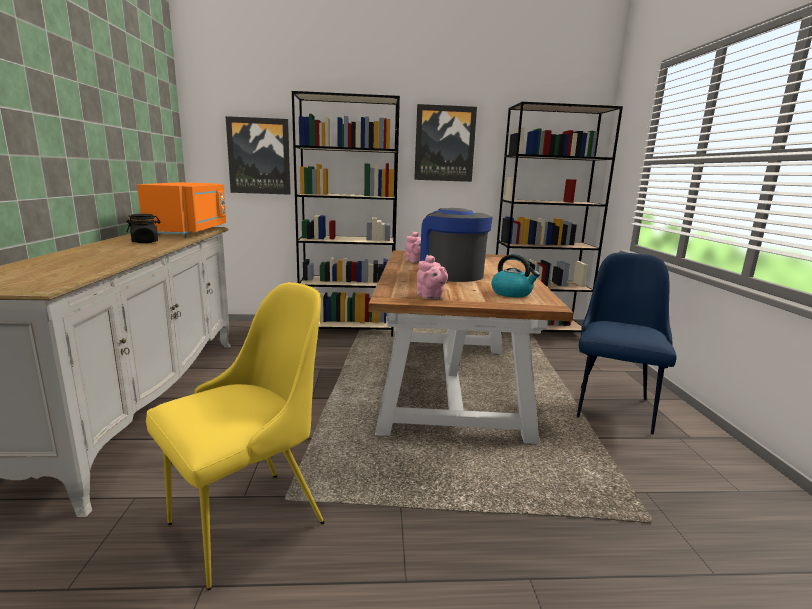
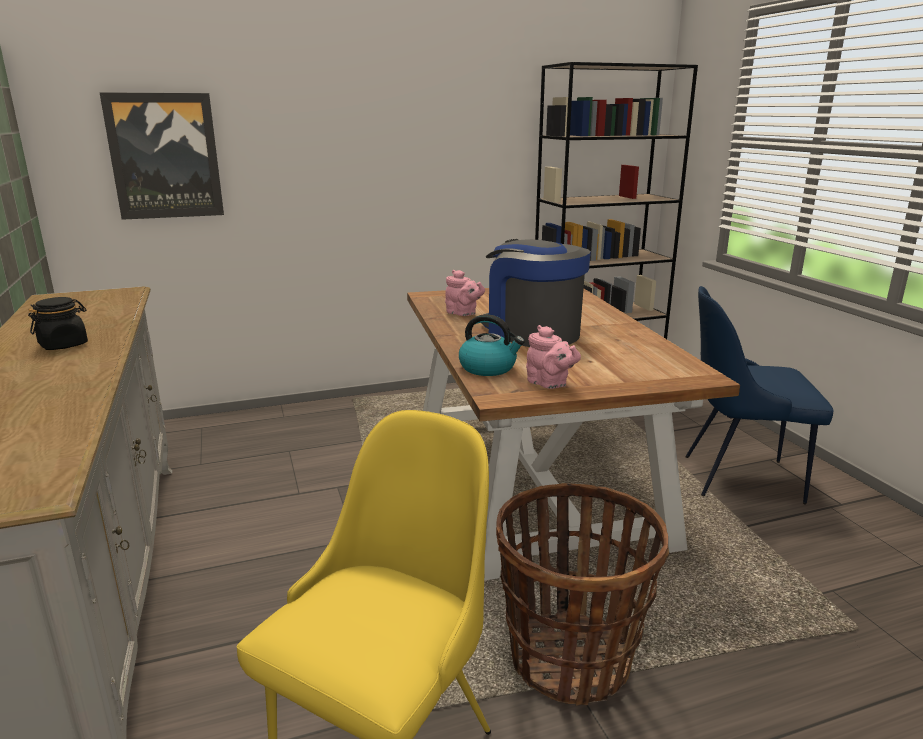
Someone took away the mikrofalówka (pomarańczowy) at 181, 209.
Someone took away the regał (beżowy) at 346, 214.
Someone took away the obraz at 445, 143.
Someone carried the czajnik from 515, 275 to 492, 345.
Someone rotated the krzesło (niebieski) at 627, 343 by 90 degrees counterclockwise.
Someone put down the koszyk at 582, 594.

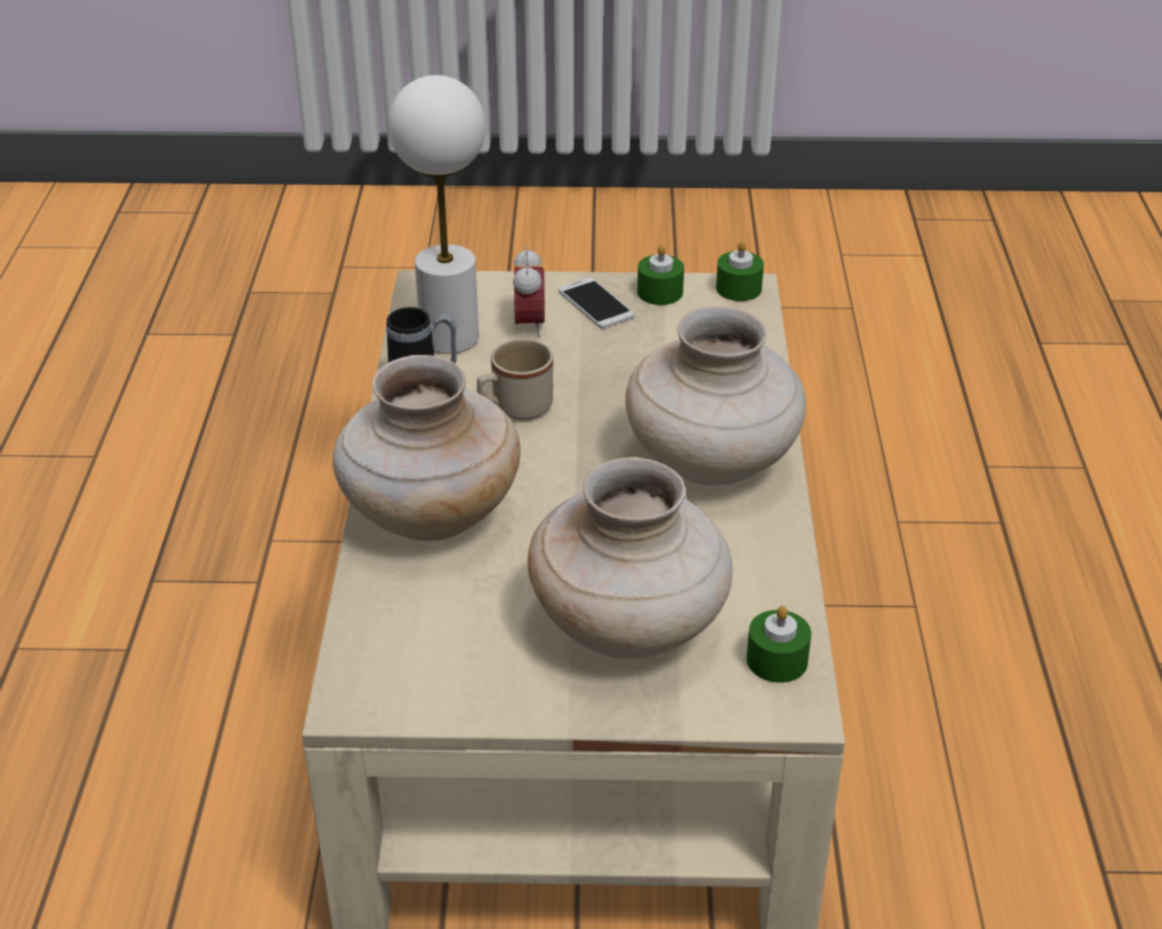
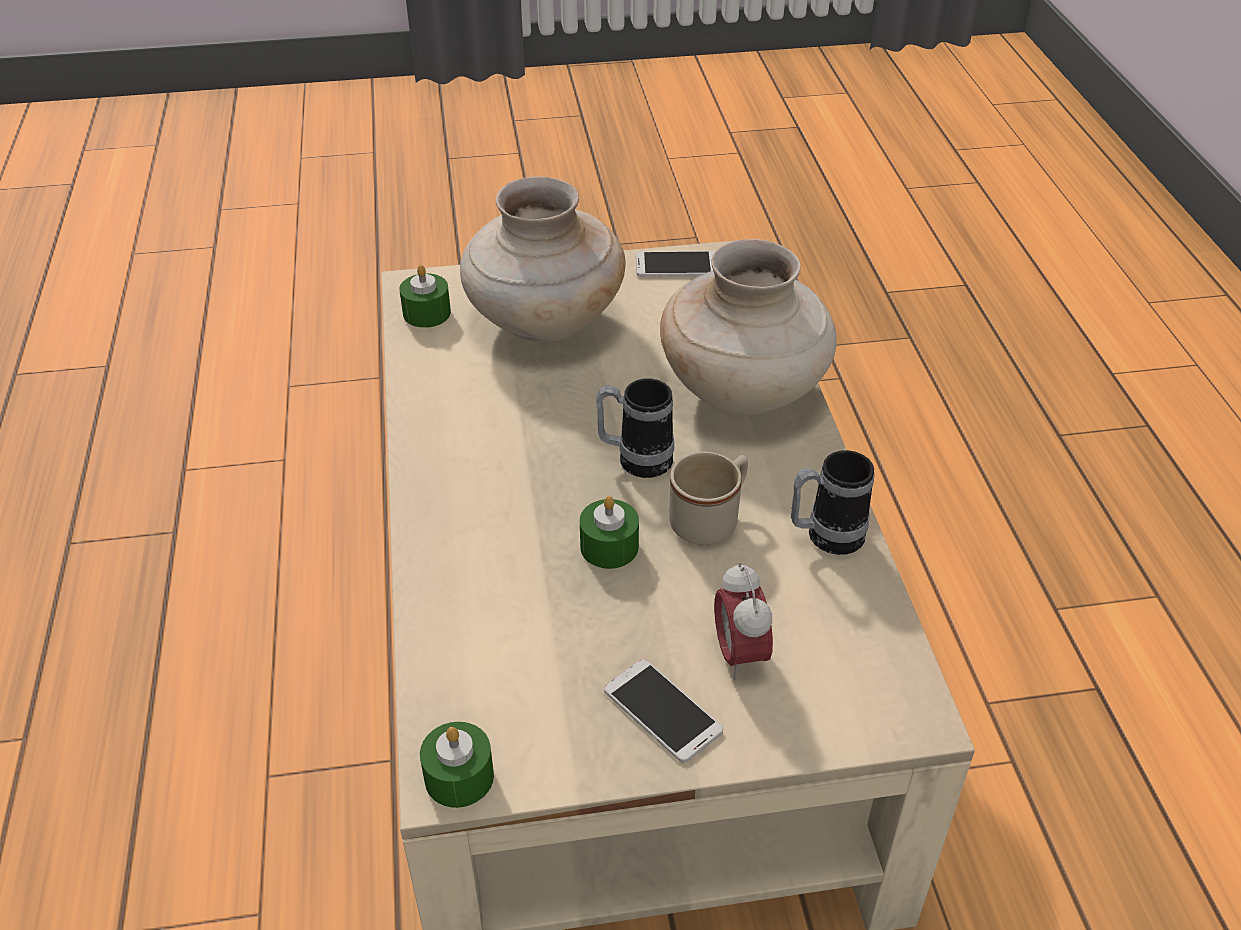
Someone took away the lampa stołowa (biały) at 437, 214.
Someone took away the wazon (beżowy) at 716, 395.
Someone carried the świeca (zielony) from 660, 274 to 609, 532.
Someone put down the kubek at 635, 428.
Someone put down the telefon at 675, 264.

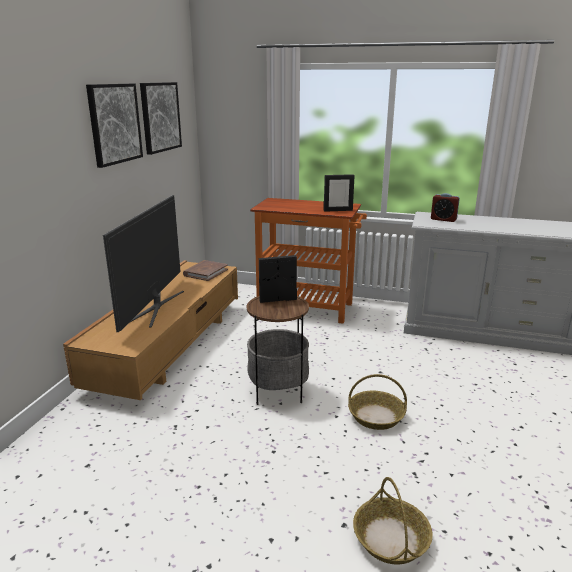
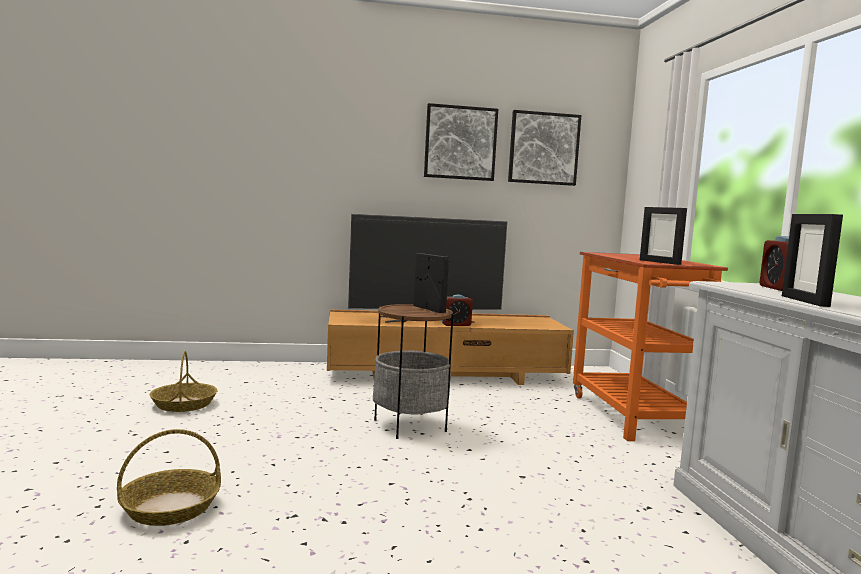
Someone took away the książka (brązowy) at 205, 270.
Someone carried the koszyk from 377, 402 to 183, 381.
Someone put down the budzik at 457, 310.
Someone put down the ramka na zdjęcie at 812, 260.

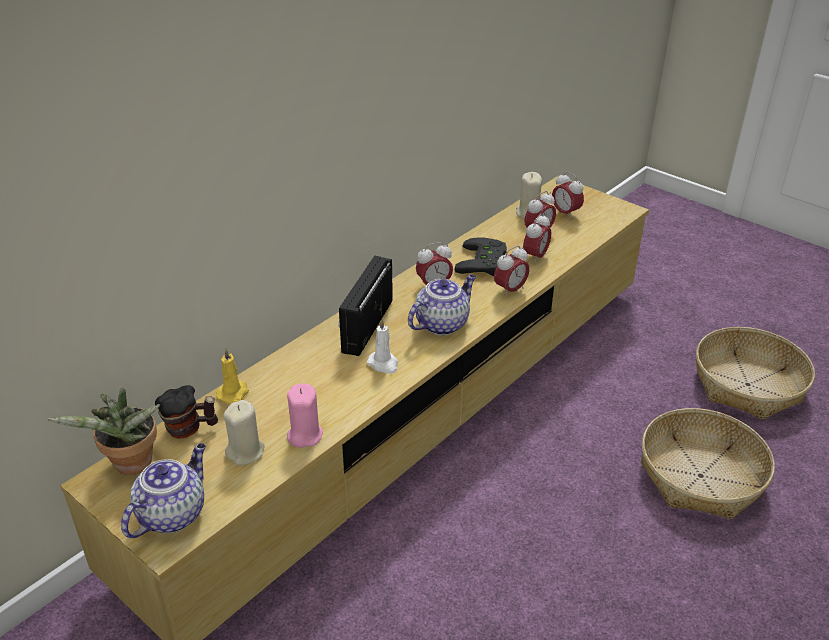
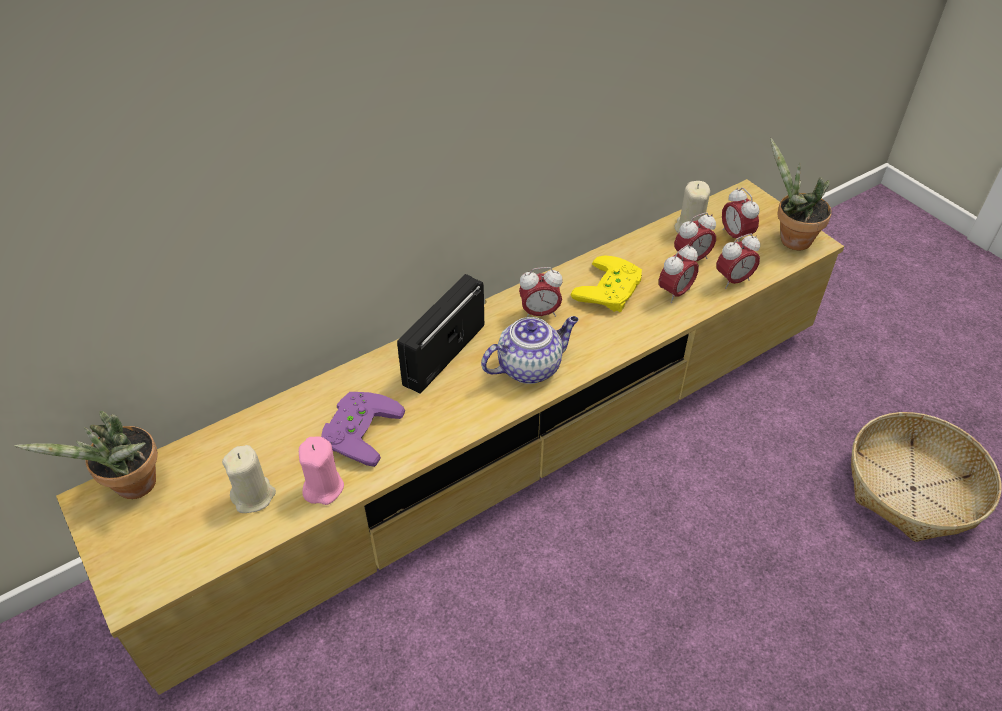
Someone took away the imbryk at 163, 490.
Someone took away the kubek at 186, 412.
Someone took away the świeca (żółty) at 232, 376.
Someone took away the świeca (biały) at 382, 346.
Someone repainted the pad do gier (czarny) at 480, 256, which became the pad do gier (żółty) at 606, 283.
Someone carried the budzik from 512, 271 to 738, 261.
Someone took away the koszyk at 708, 464.
Someone put down the pad do gier (fioletowy) at 363, 429.
Someone put down the roślina doniczkowa at 801, 194.

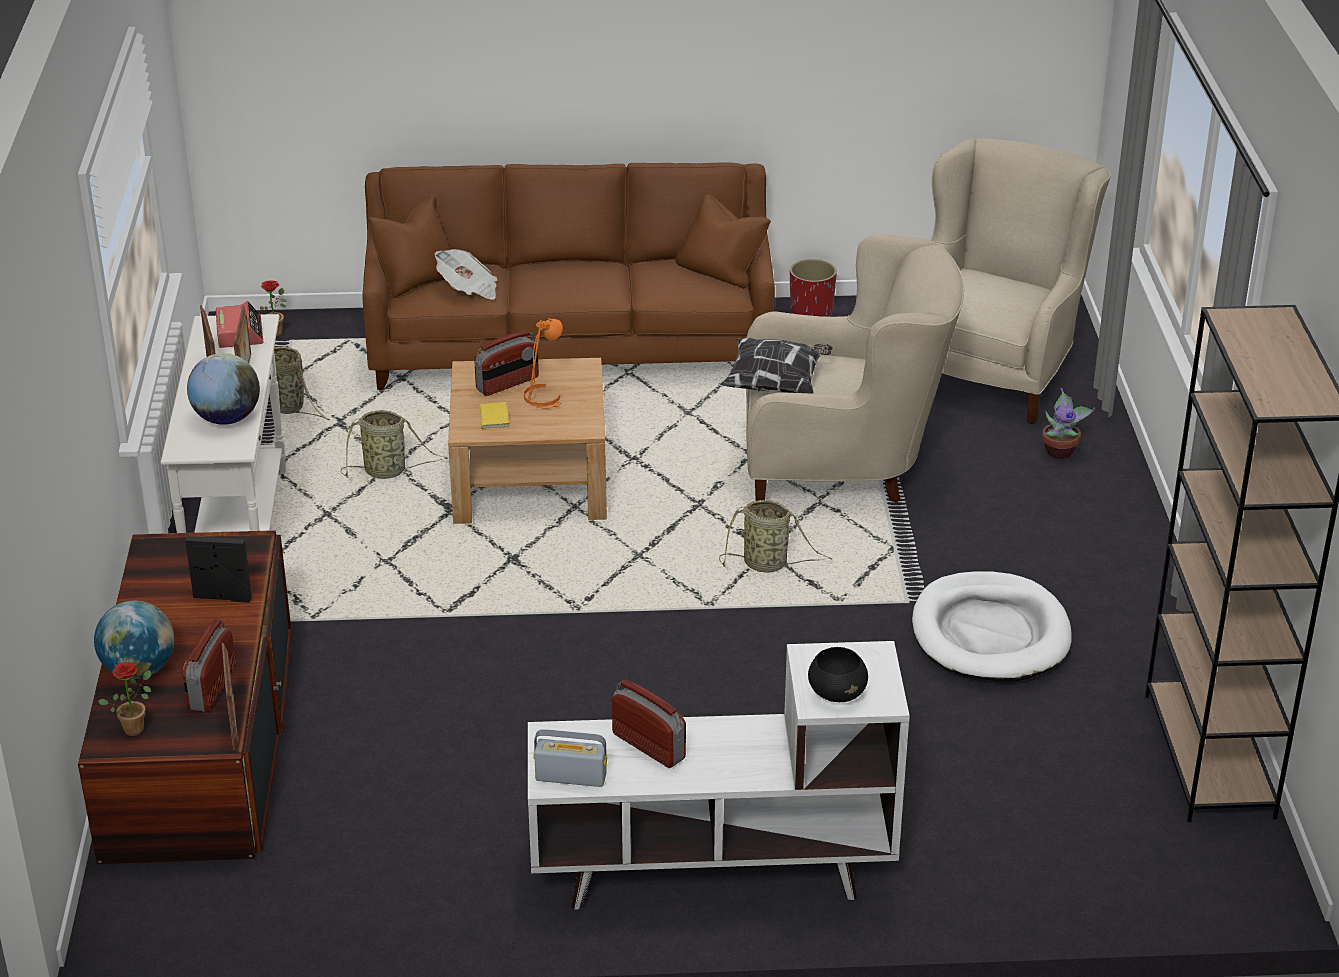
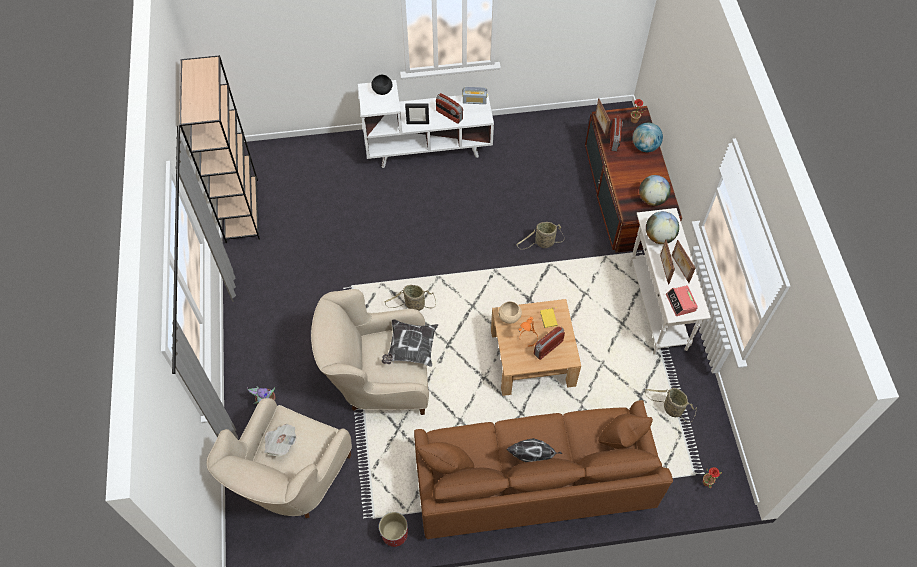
Someone carried the ramka na zdjęcie from 218, 569 to 417, 114.
Someone carried the koszyk from 394, 444 to 540, 235.
Someone carried the gazeta from 466, 274 to 280, 440.
Someone took away the legowisko (biały) at 992, 626.
Someone put down the miska (beżowy) at 510, 312.
Someone put down the poduszka at 534, 450.
Someone put down the globus at 655, 190.

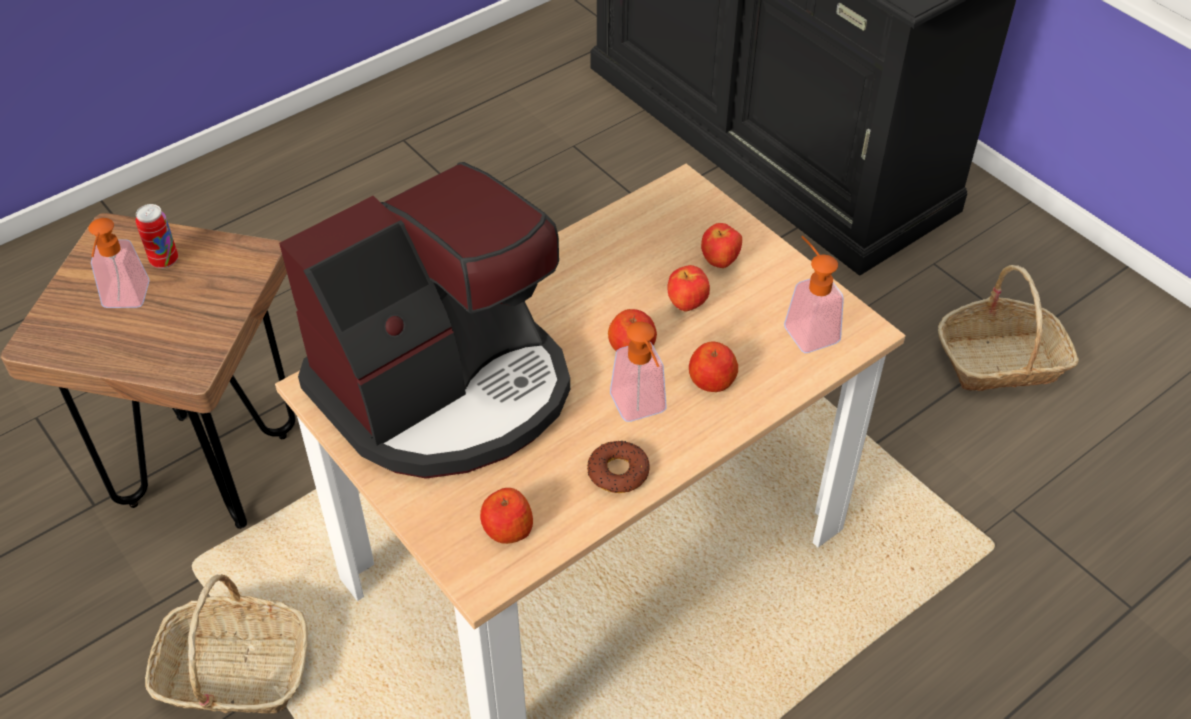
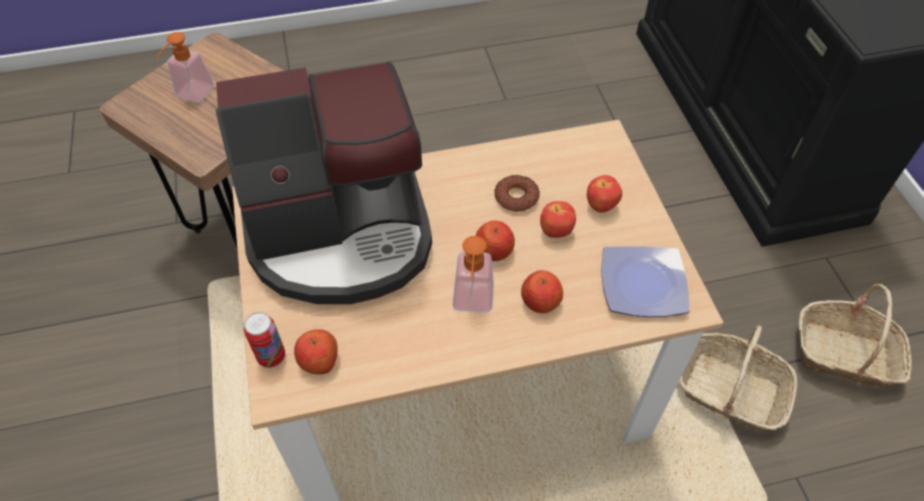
Someone carried the puszka from 157, 236 to 264, 340.
Someone carried the koszyk from 226, 643 to 738, 378.
Someone carried the donut from 618, 467 to 517, 193.
Someone swapped the dozownik mydła at 814, 294 for the talerz at 645, 281.

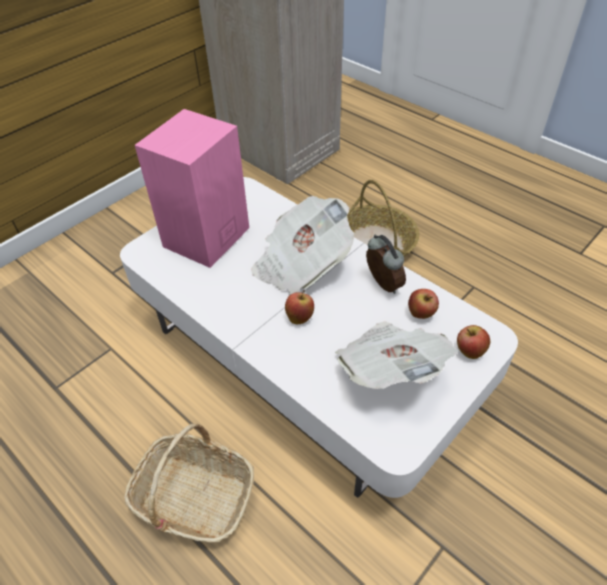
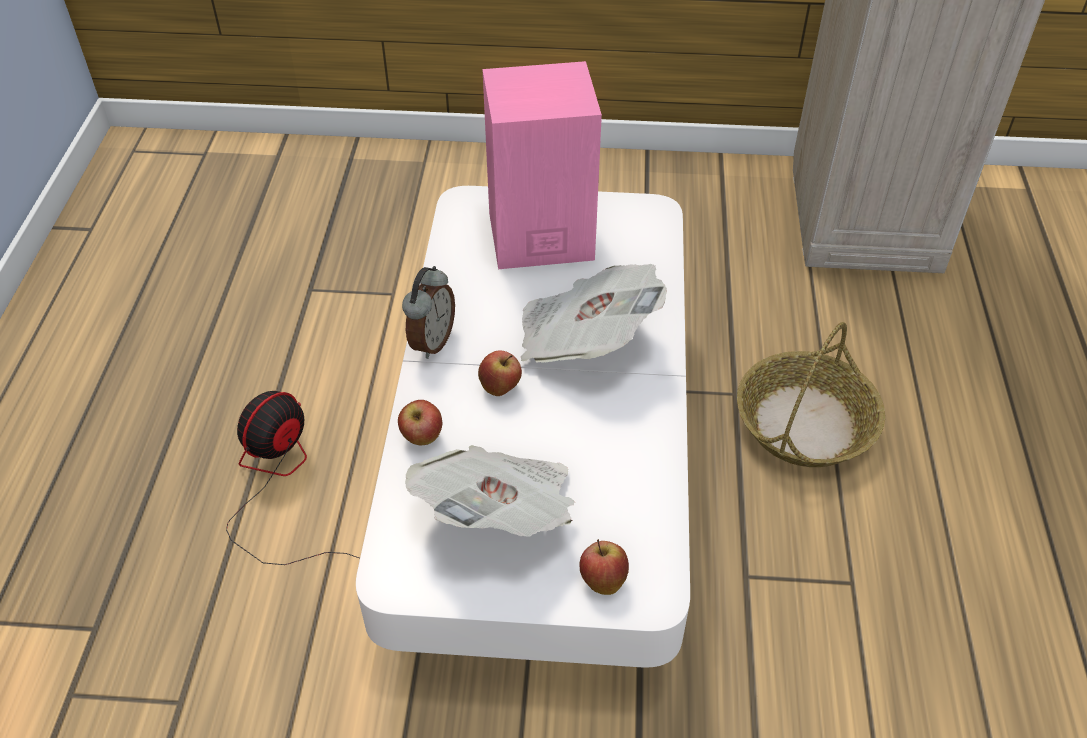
Someone swapped the koszyk at 189, 483 for the wentylator at 293, 478.
Someone carried the budzik from 386, 264 to 428, 312.
Someone carried the jabłko from 423, 304 to 420, 422.

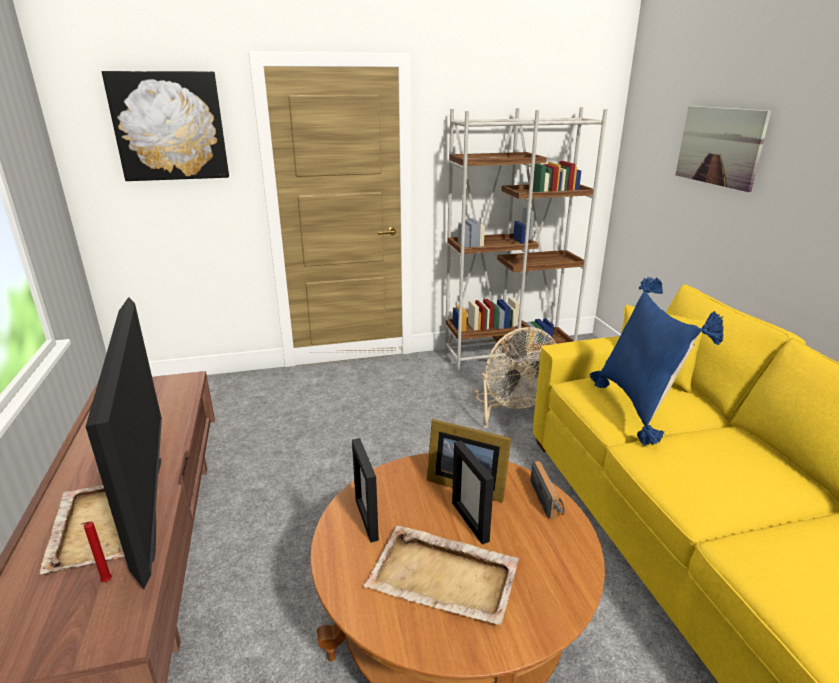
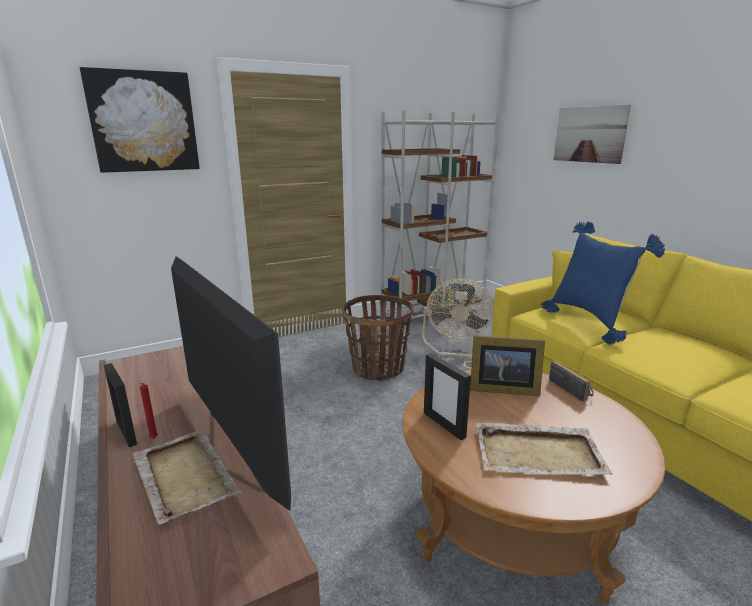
Someone carried the świeca (czerwony) from 96, 551 to 149, 411.
Someone carried the ramka na zdjęcie from 473, 492 to 120, 405.
Someone rotated the wentylator (beżowy) at 515, 377 by 135 degrees counterclockwise.
Someone put down the koszyk at 377, 338.

